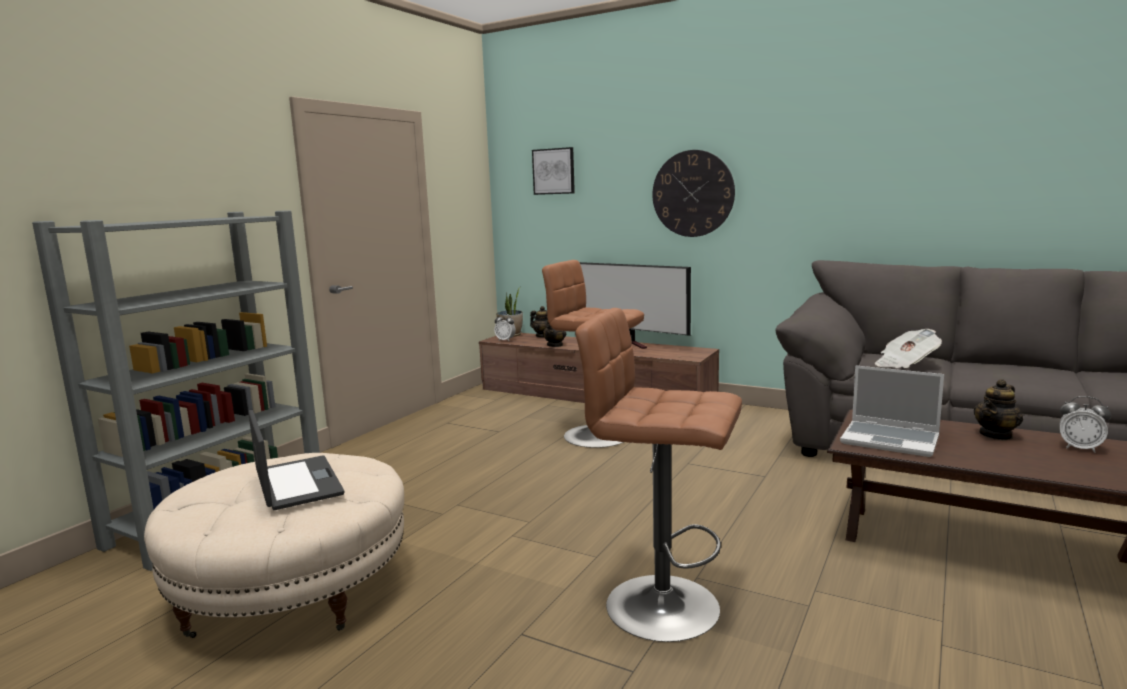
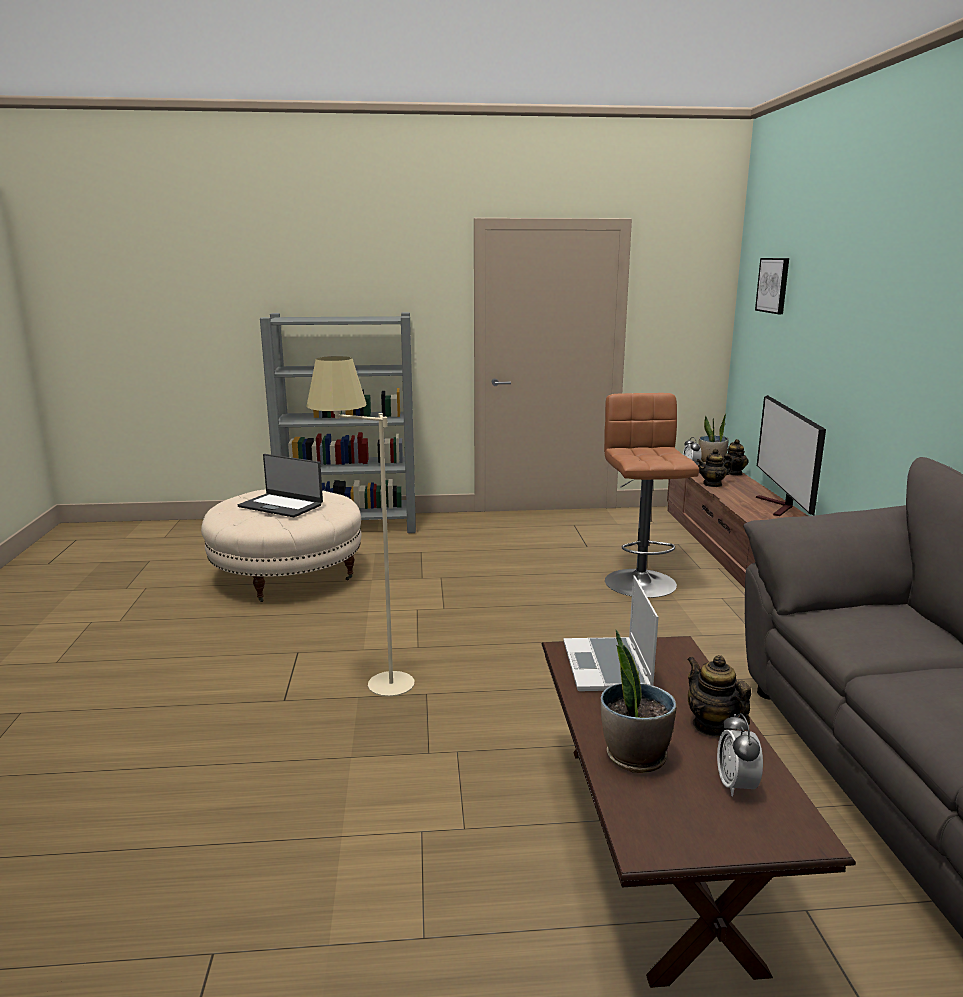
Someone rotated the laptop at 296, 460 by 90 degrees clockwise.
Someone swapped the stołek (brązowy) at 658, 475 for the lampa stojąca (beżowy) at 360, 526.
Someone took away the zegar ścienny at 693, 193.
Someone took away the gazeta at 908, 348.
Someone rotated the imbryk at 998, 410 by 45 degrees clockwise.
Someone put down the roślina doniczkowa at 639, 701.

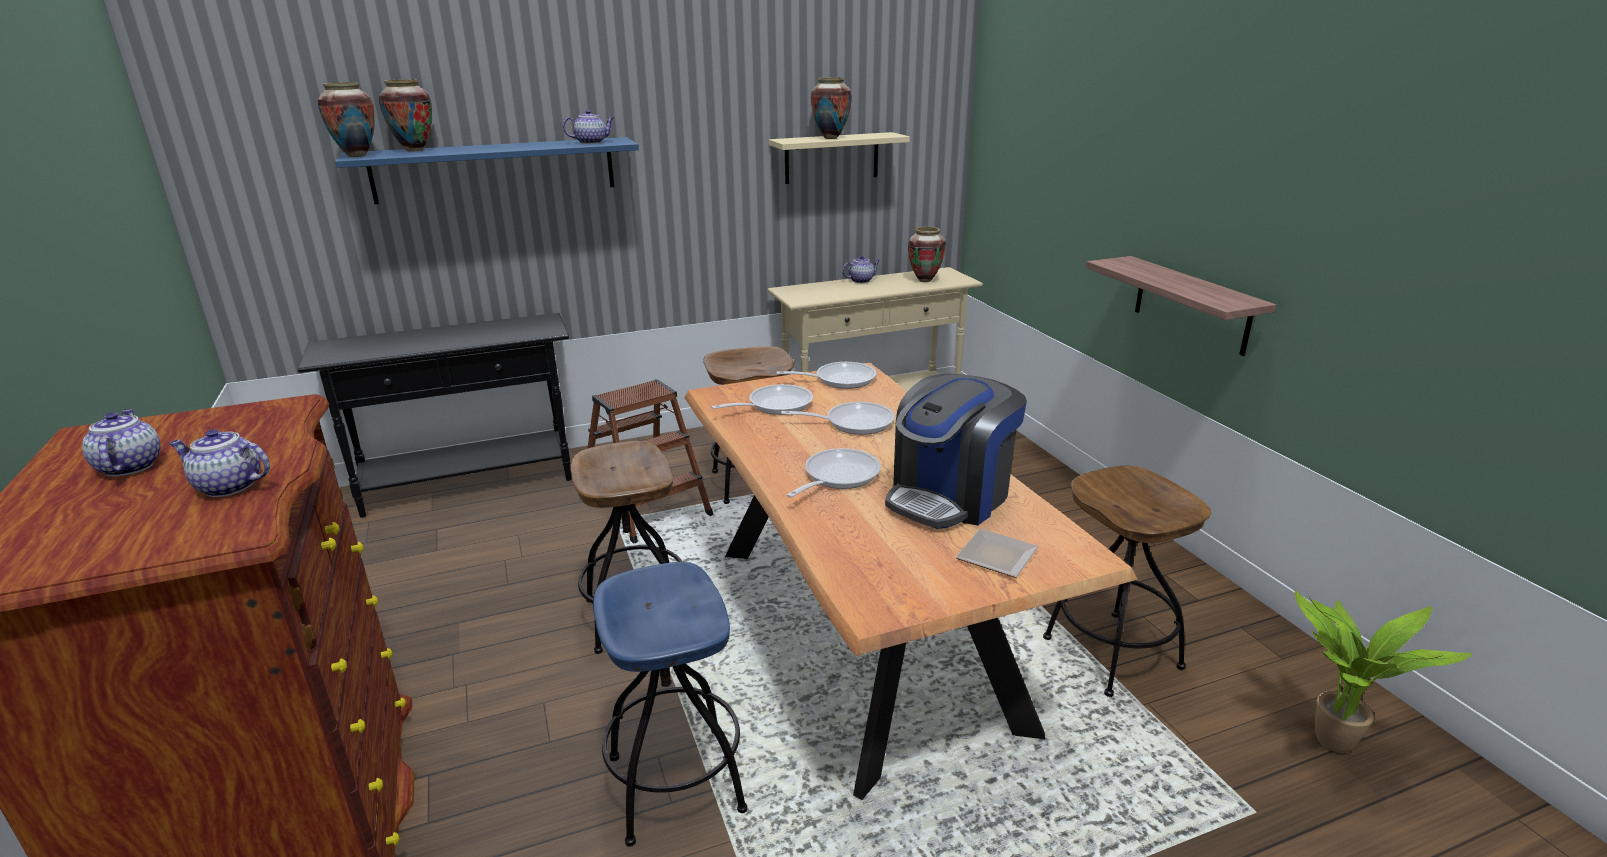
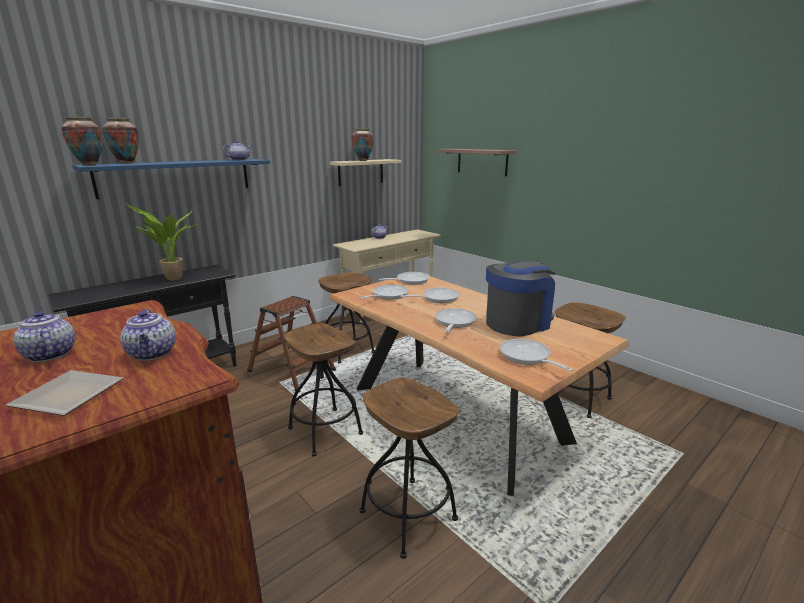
Someone rotated the imbryk at 219, 463 by 105 degrees counterclockwise.
Someone repainted the stołek (niebieski) at 670, 704, which became the stołek (brązowy) at 410, 468.
Someone rotated the ekspres do kawy at 956, 451 by 150 degrees counterclockwise.
Someone took away the wazon at 927, 254.
Someone carried the talerz from 997, 553 to 65, 393.
Someone carried the półka from 1181, 306 to 477, 162.
Someone carried the roślina doniczkowa from 1383, 671 to 162, 241.
Someone put down the patelnia at 536, 355.

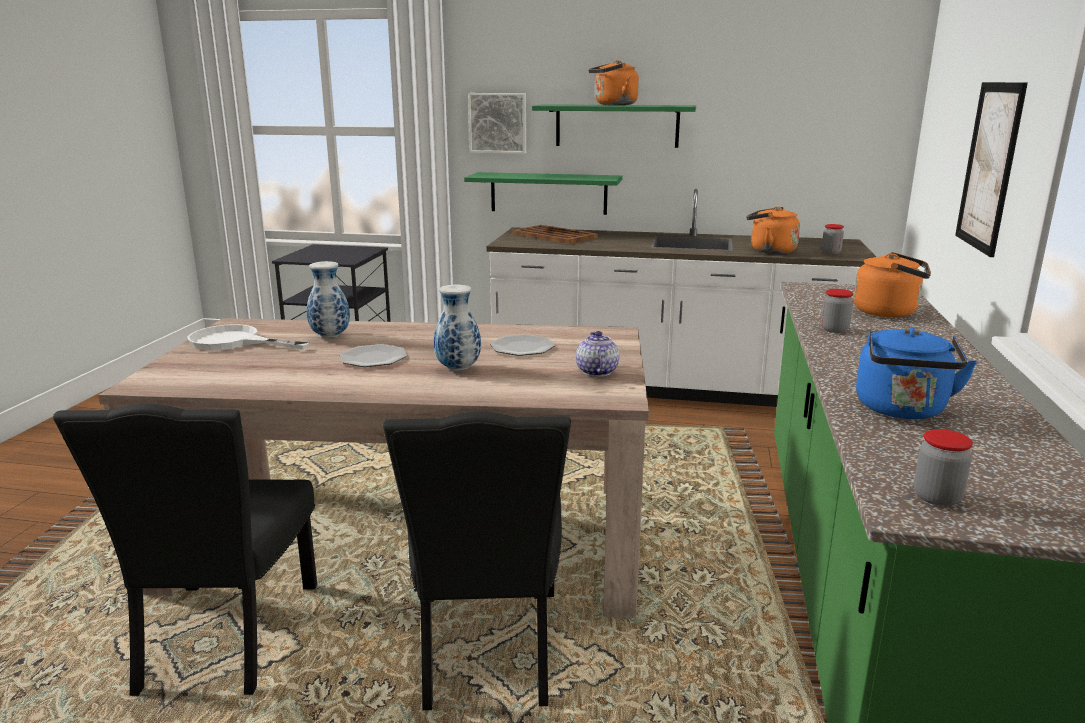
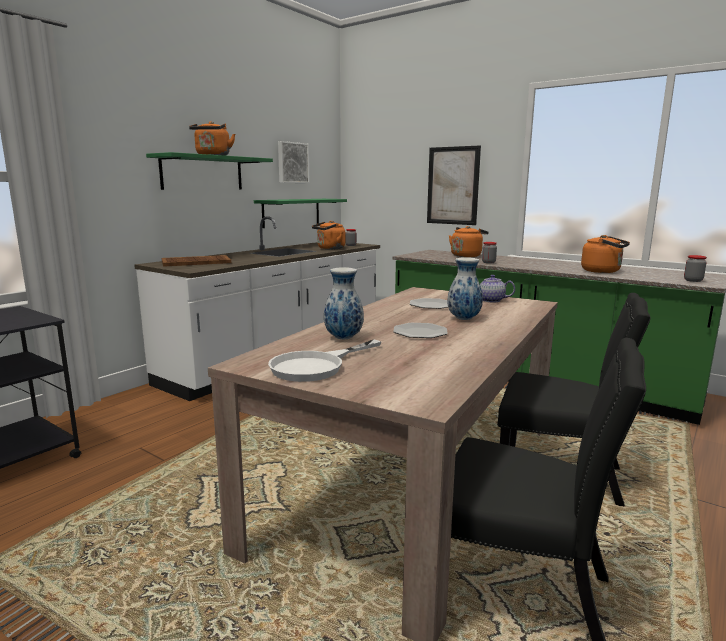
Someone carried the półka (zielony) from 543, 193 to 300, 213.
Someone carried the obraz from 497, 123 to 294, 162.
Someone repainted the czajnik (niebieski) at 916, 373, which became the czajnik (pomarańczowy) at 605, 254.

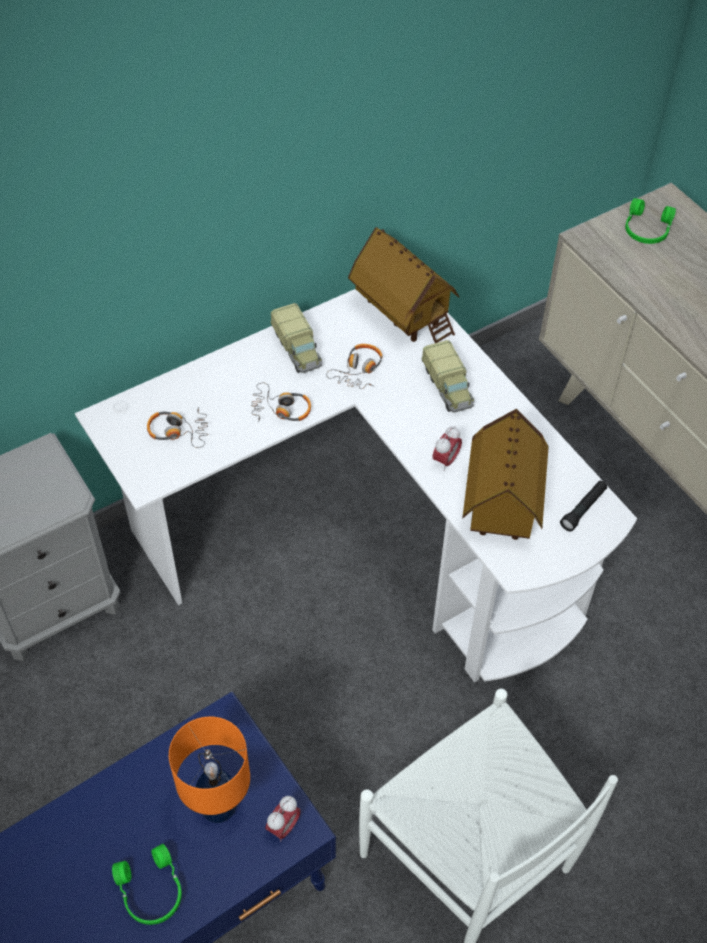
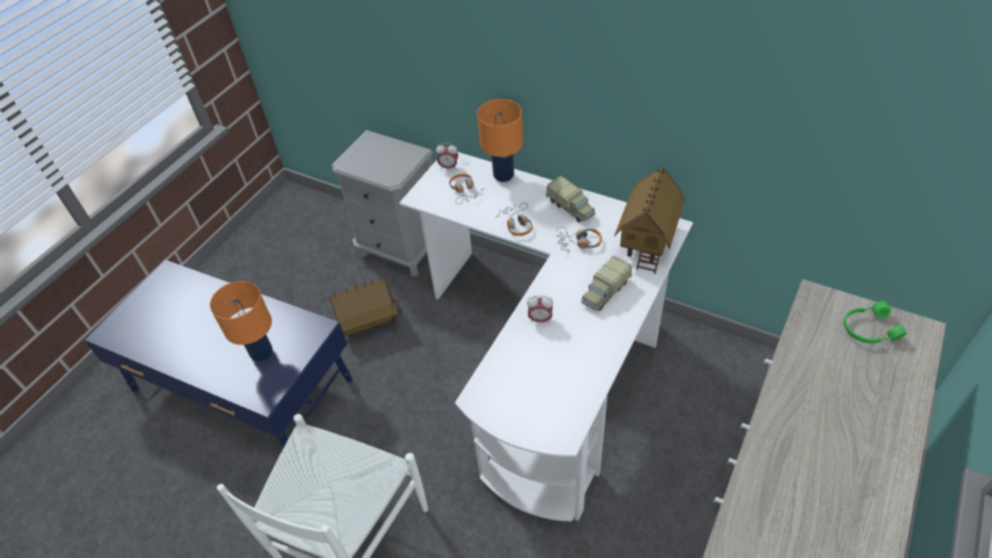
Someone took away the słuchawki (zielony) at 147, 884.
Someone carried the budzik from 283, 818 to 447, 156.
Someone rotated the ciężarówka zabawkowa at 296, 338 by 75 degrees counterclockwise.
Someone carried the domek from 505, 474 to 366, 307.
Someone took away the latarka (czarny) at 583, 506.
Someone put down the lampa stołowa (pomarańczowy) at 500, 140.

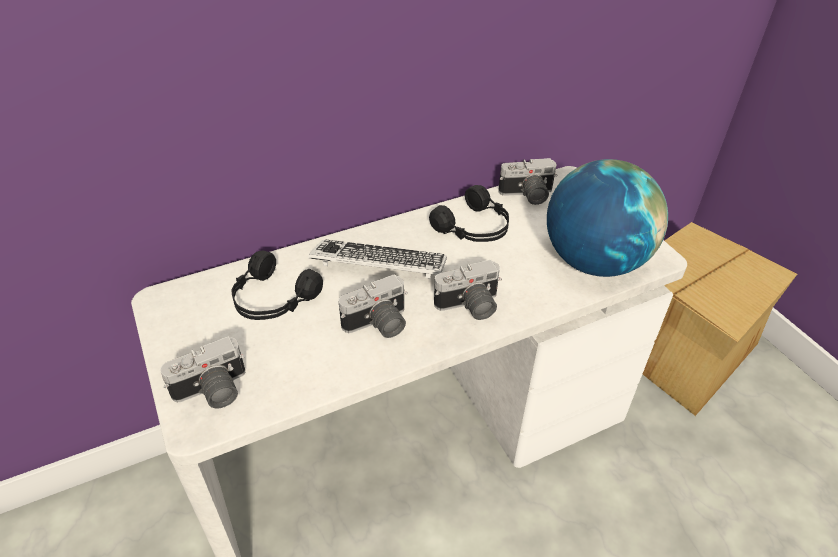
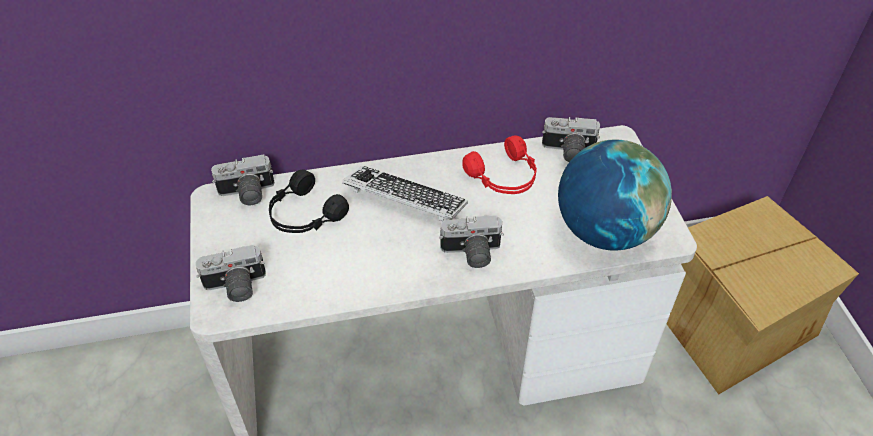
Someone carried the aparat fotograficzny from 373, 306 to 242, 180.
Someone repainted the słuchawki (czarny) at 469, 213, which became the słuchawki (czerwony) at 499, 164.

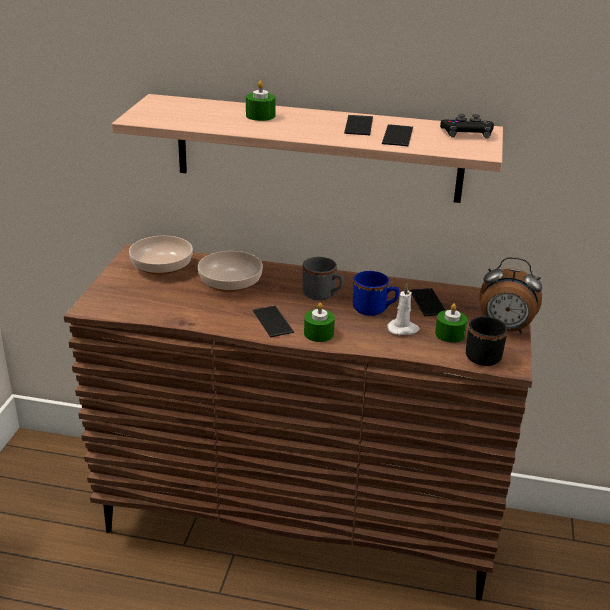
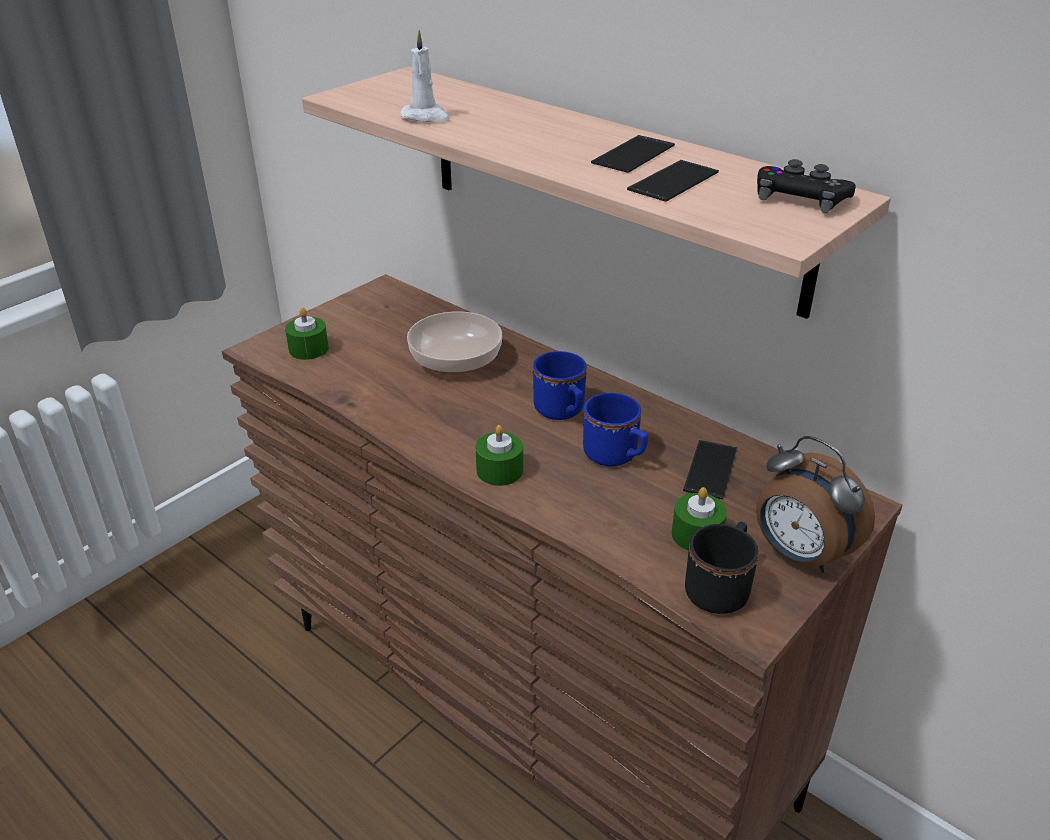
Someone took away the miska at 161, 255.
Someone carried the świeca (zielony) from 261, 101 to 307, 333.
Someone took away the telefon at 273, 321.
Someone repainted the kubek (szary) at 323, 278, which became the kubek (niebieski) at 560, 385.
Someone carried the świeca (biały) from 403, 309 to 425, 76.

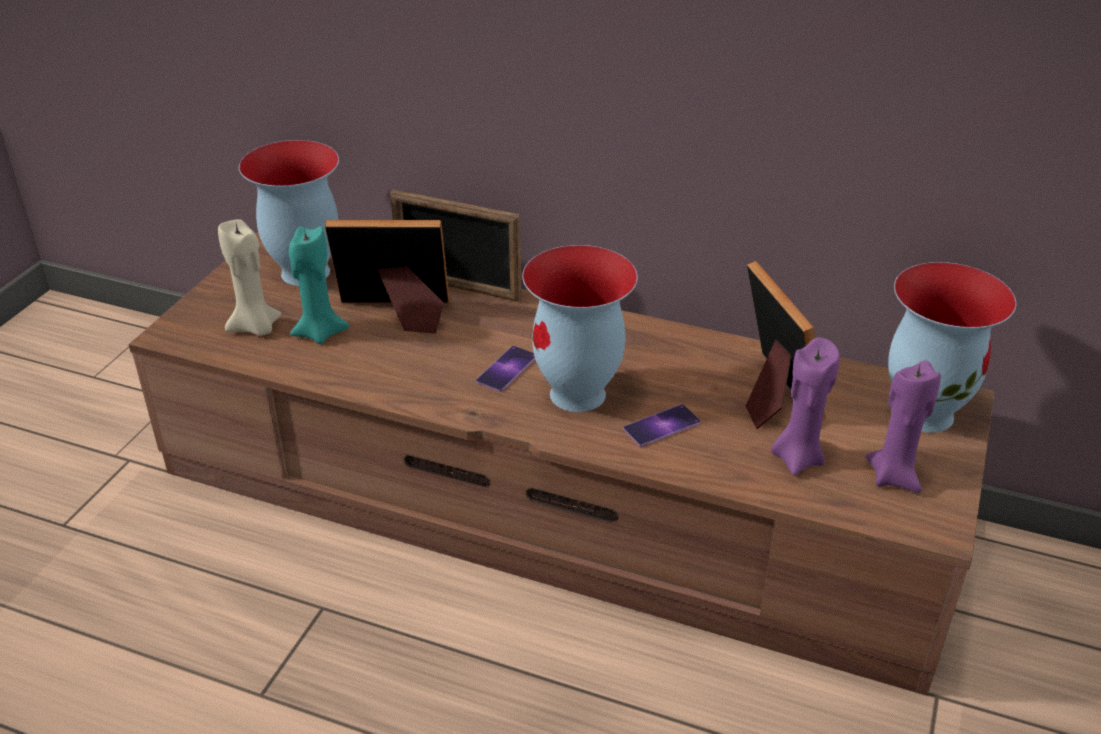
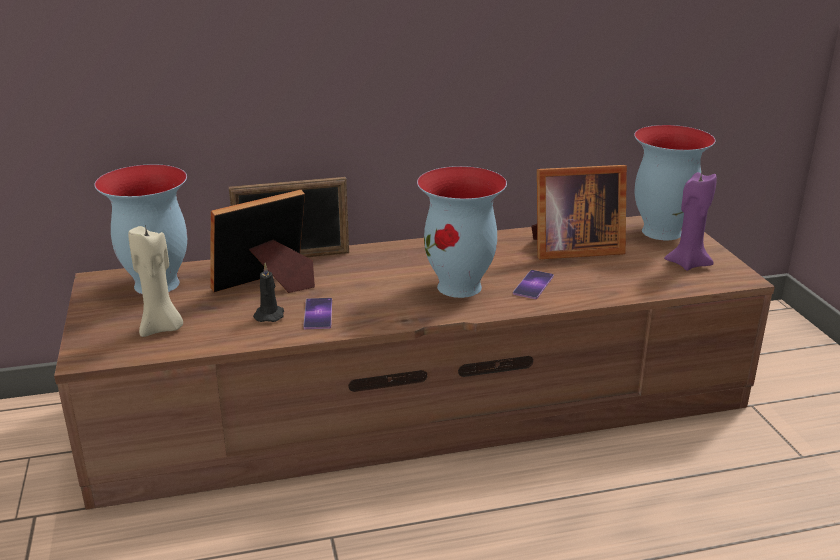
Someone took away the świeca (turkusowy) at 319, 285.
Someone carried the telefon from 505, 369 to 317, 313.
Someone rotated the ramka na zdjęcie at 786, 345 by 135 degrees clockwise.
Someone took away the świeca (fioletowy) at 805, 406.
Someone put down the świeca (czarny) at 268, 292.

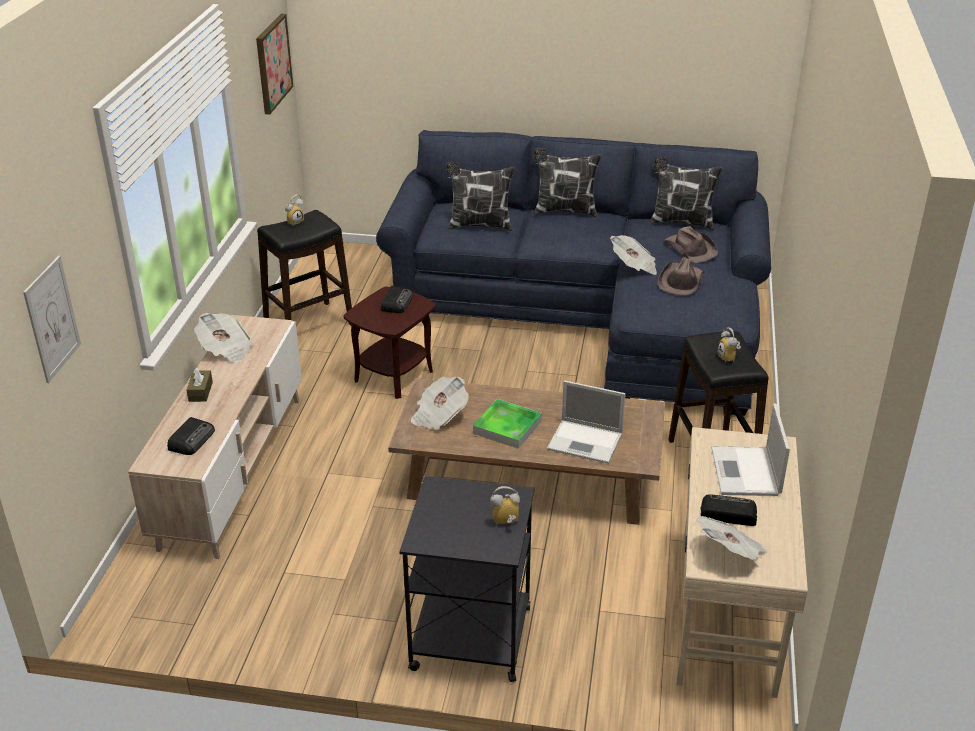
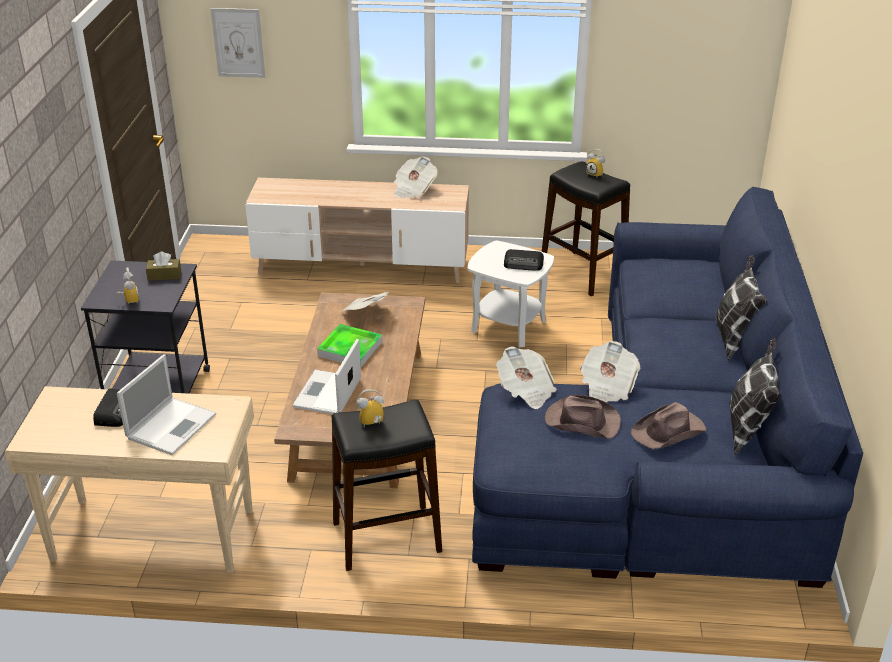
Someone took away the radio at 191, 436.
Someone carried the pudełko chusteczek (brązowy) from 200, 384 to 163, 266.
Someone took away the obraz at 274, 64.
Someone repainted the stolik (brązowy) at 389, 343, which became the stolik (biały) at 511, 294.
Someone took away the poduszka at 480, 196.
Someone carried the gazeta from 732, 538 to 526, 377.
Someone rotated the laptop at 750, 449 by 120 degrees clockwise.

